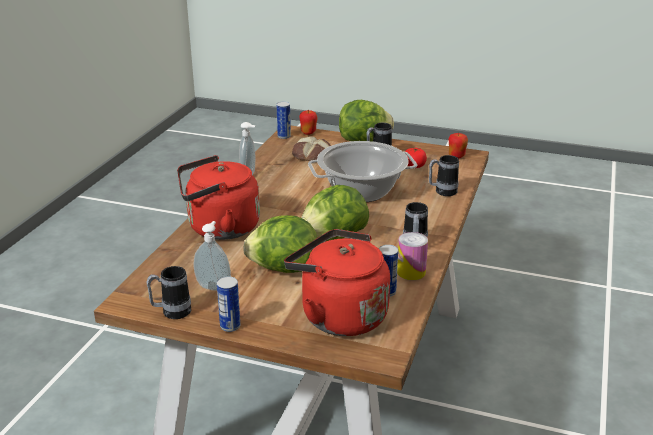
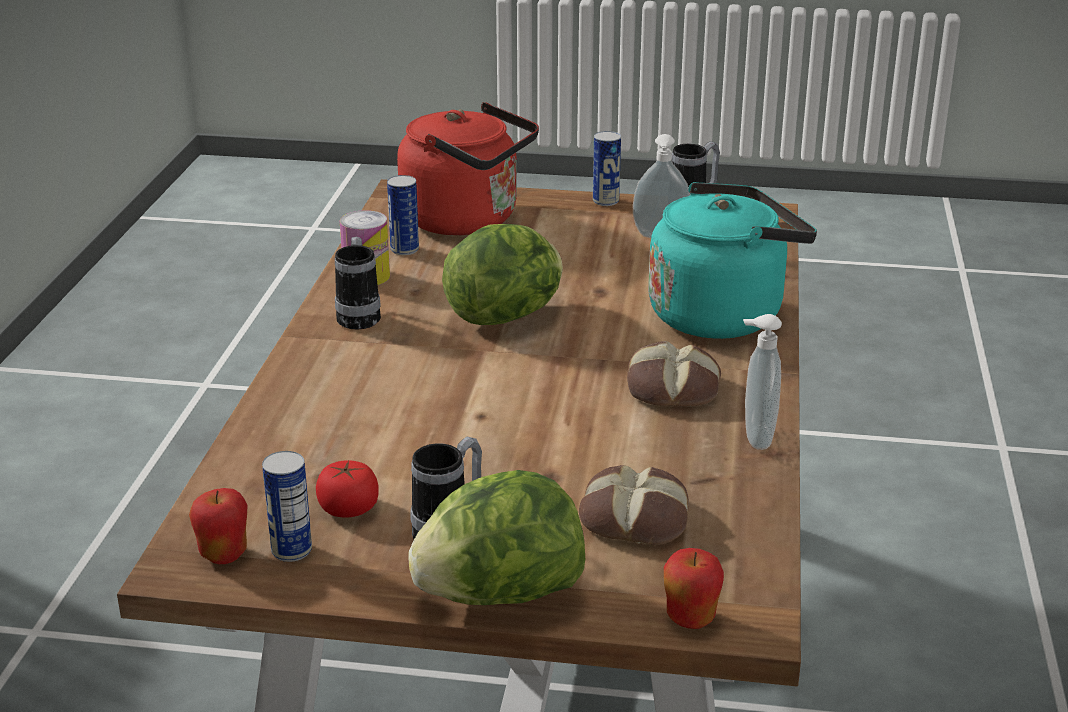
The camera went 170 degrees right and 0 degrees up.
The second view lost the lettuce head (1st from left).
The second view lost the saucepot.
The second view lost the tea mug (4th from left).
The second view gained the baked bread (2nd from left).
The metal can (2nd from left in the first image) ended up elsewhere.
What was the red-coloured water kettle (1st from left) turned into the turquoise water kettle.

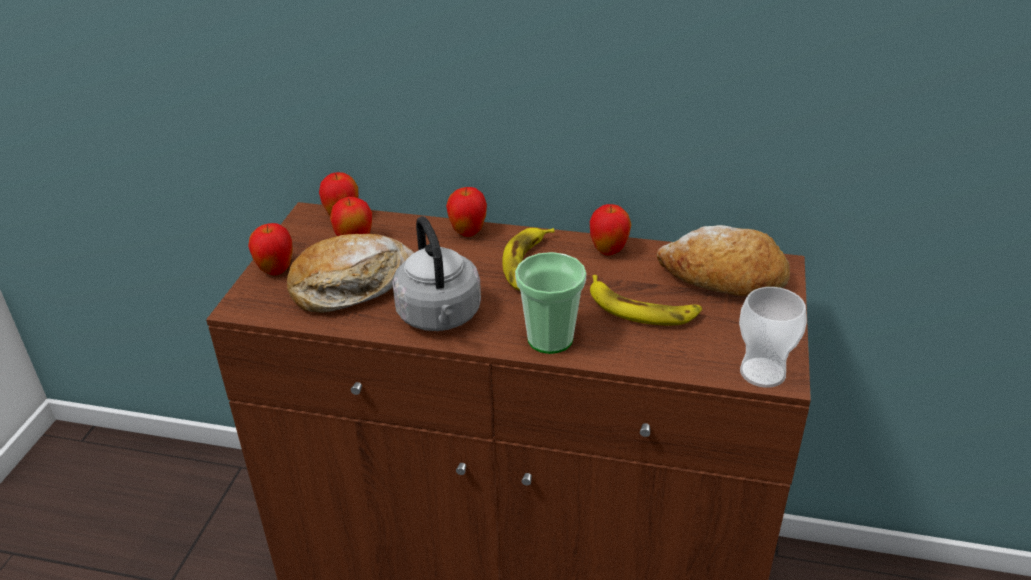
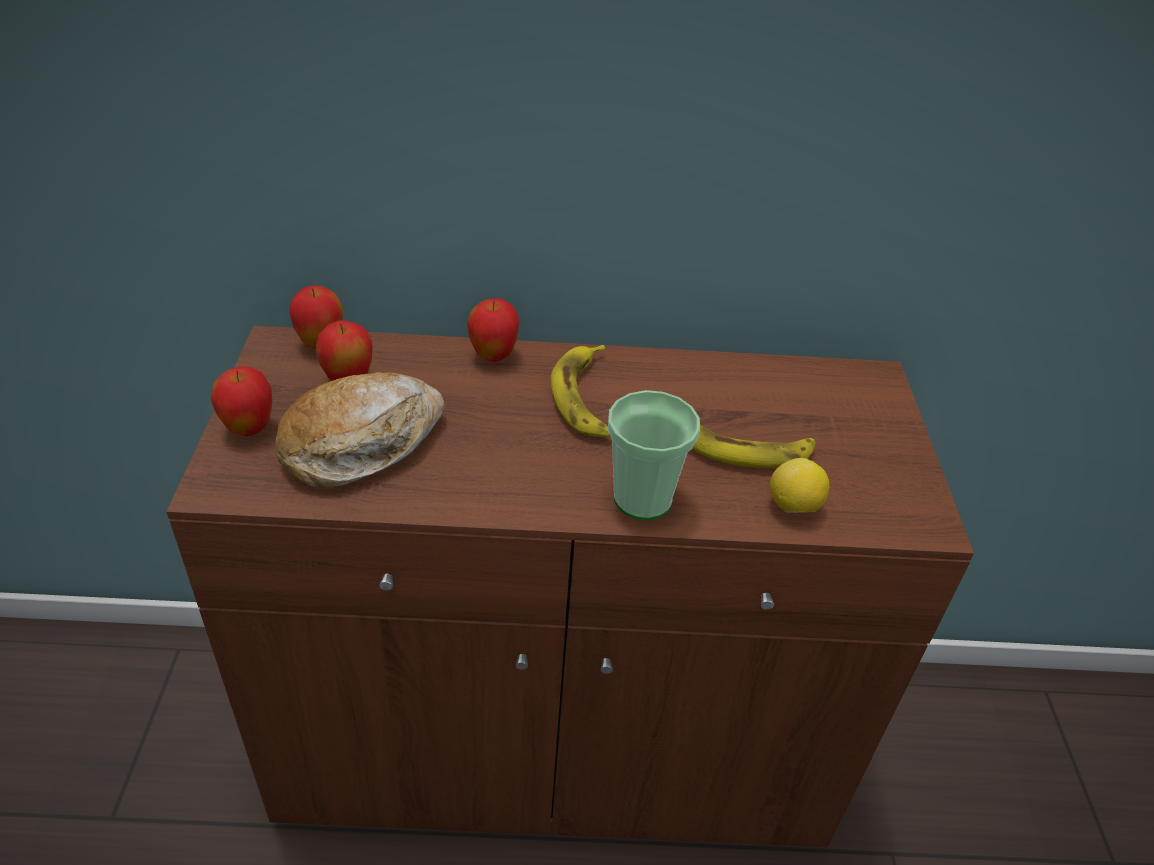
The camera went 15 degrees left and 5 degrees up.
The second view lost the grey water kettle.
The second view lost the apple (5th from left).
The second view lost the baked bread (2nd from left).
The second view lost the drinking cup (2nd from left).
The second view gained the lemon.

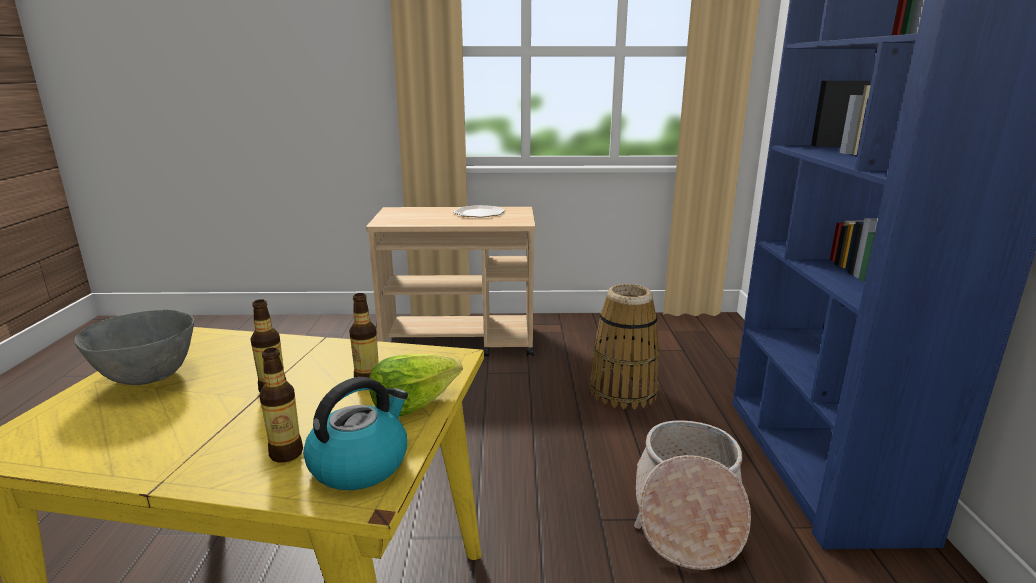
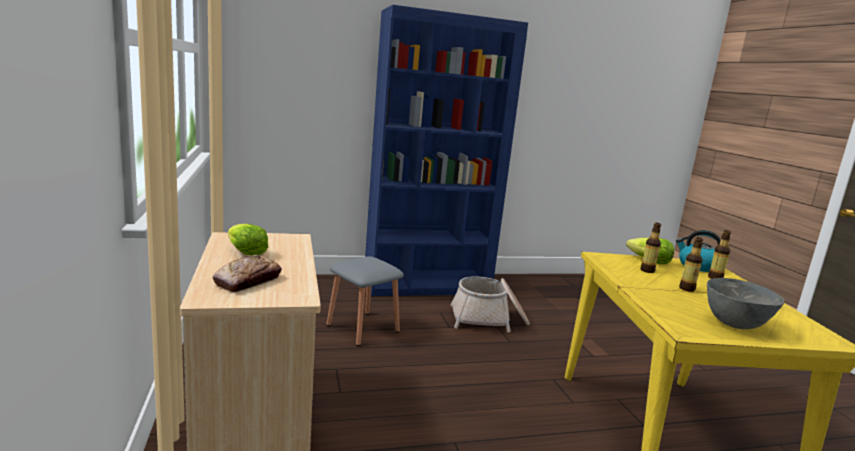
The camera went 105 degrees left and 5 degrees down.
The second view gained the baked bread.
Where the flat dish stood, the lettuce head (1st from left) came to stand.
Where the basket (1st from left) stood, the grey stool came to stand.

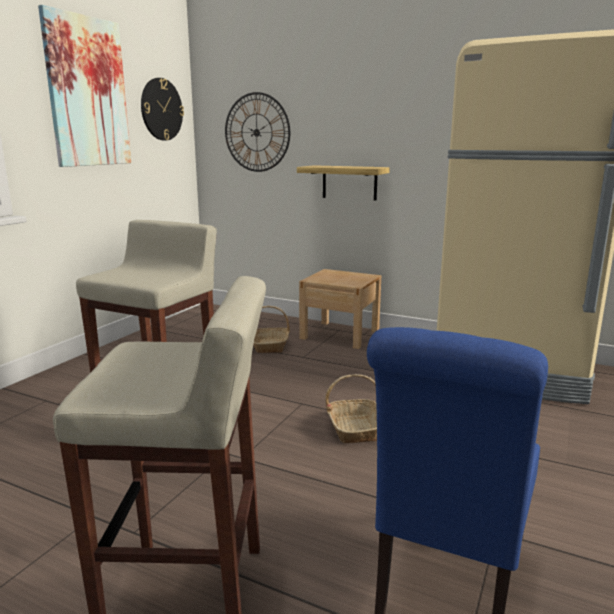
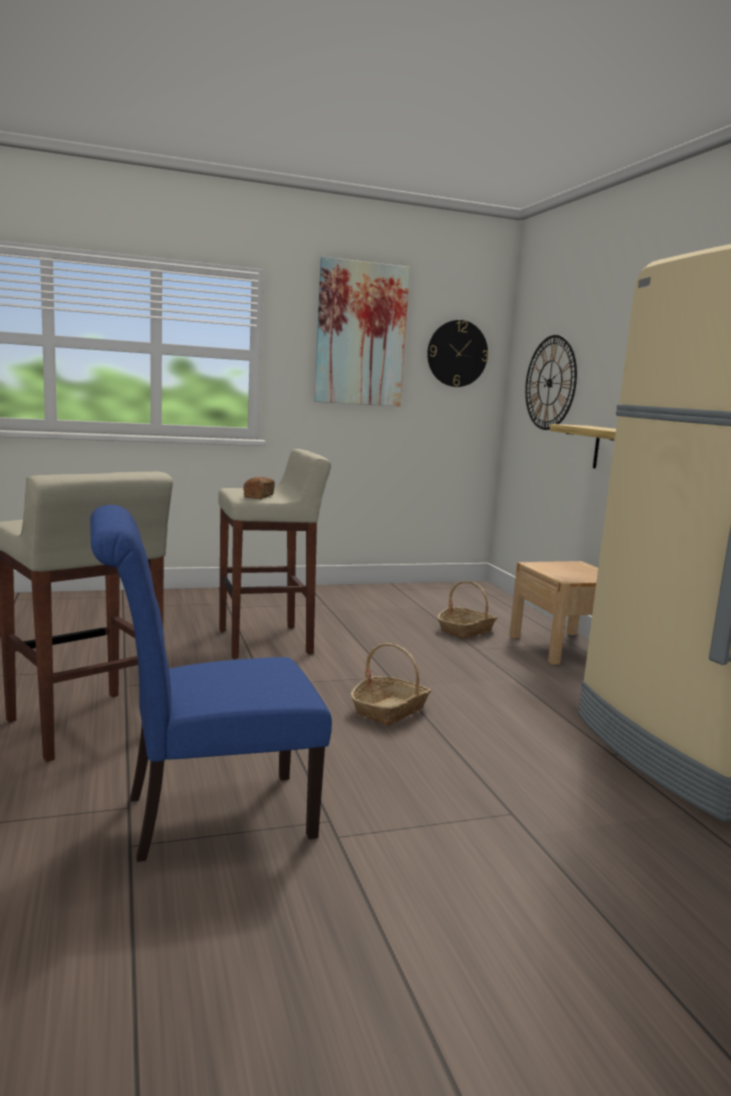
The camera went 45 degrees right and 5 degrees down.
The second view gained the baked bread.

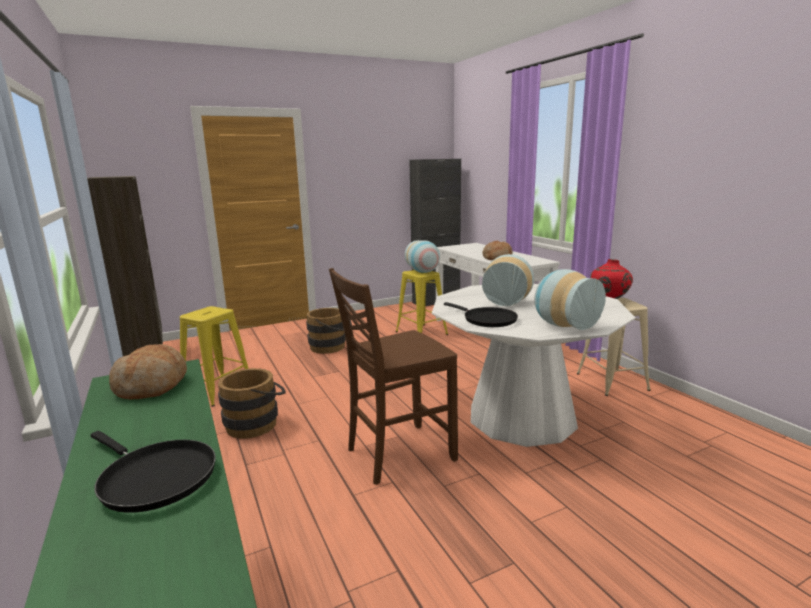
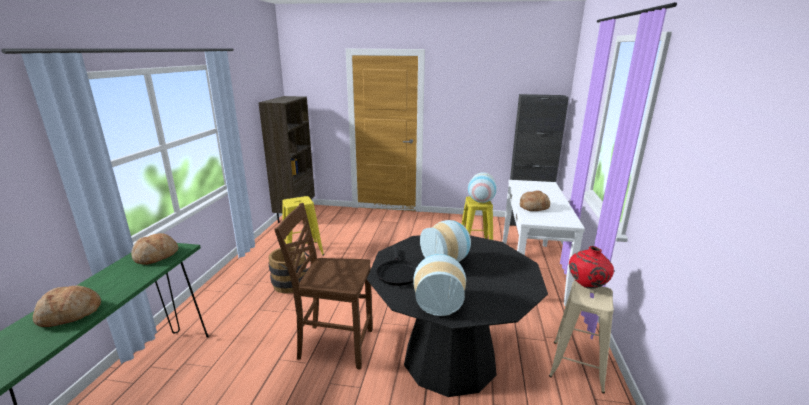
The camera went 35 degrees right and 5 degrees up.
The second view lost the brown water bucket (2nd from left).
Where the black skillet (1st from left) stood, the baked bread (1st from left) came to stand.
What was the white-coloured dinner table turned into the black dinner table.

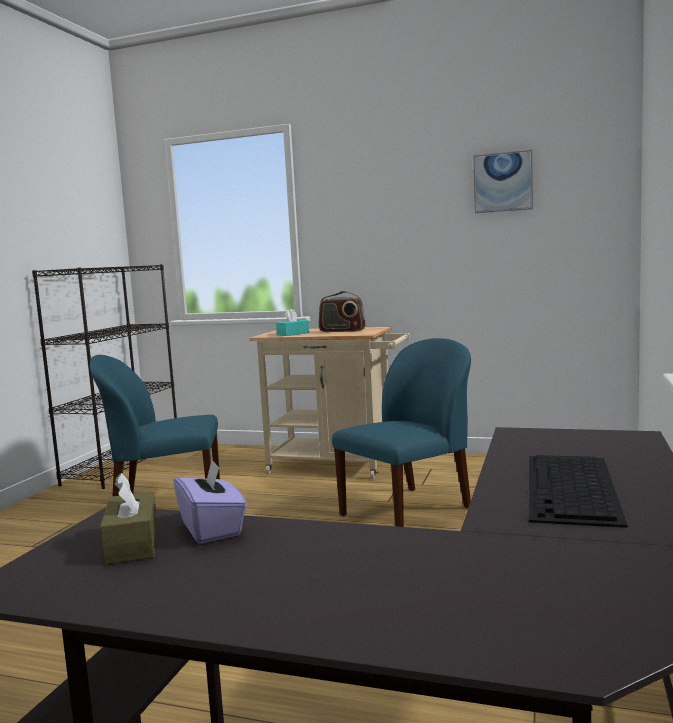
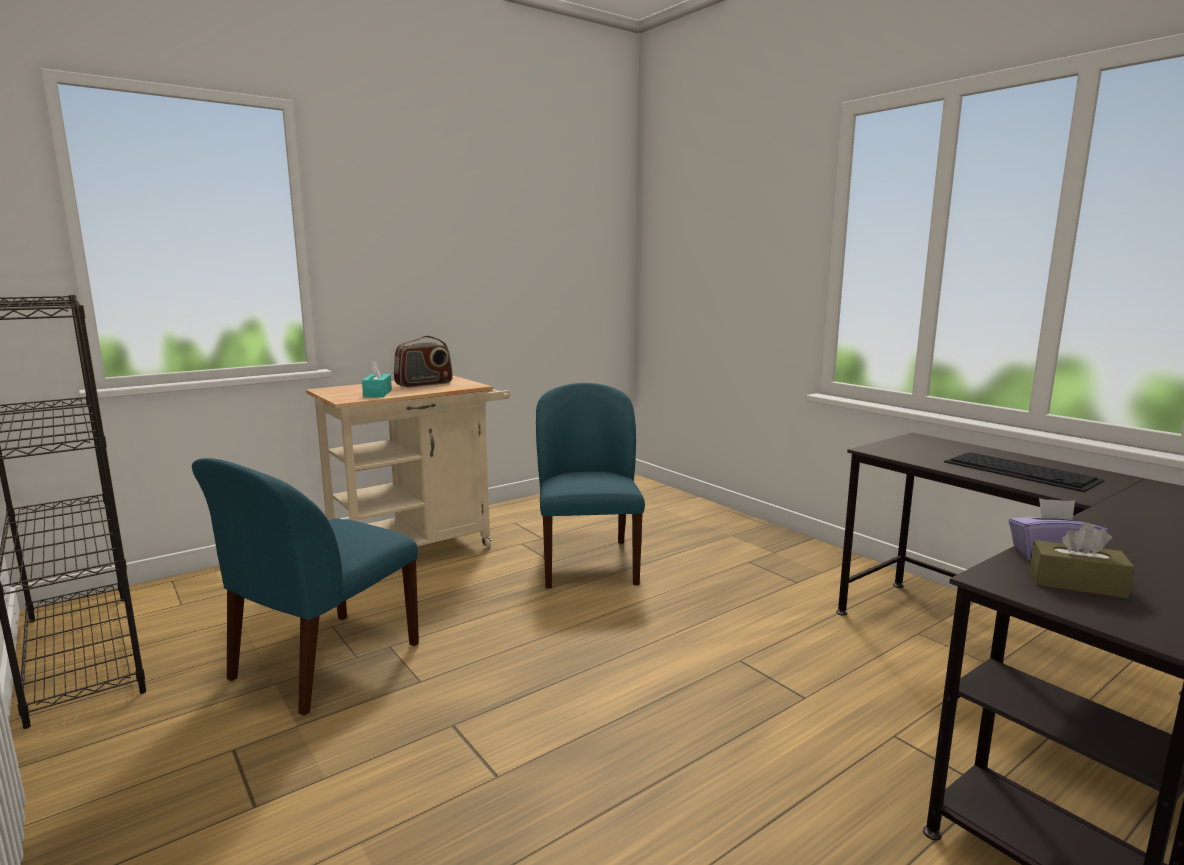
The camera went 55 degrees left and 5 degrees up.
The second view lost the wall picture.

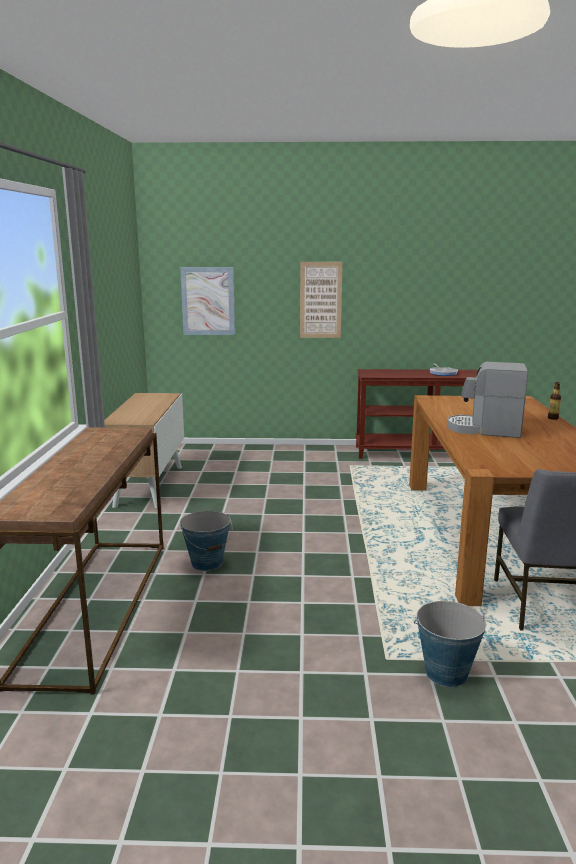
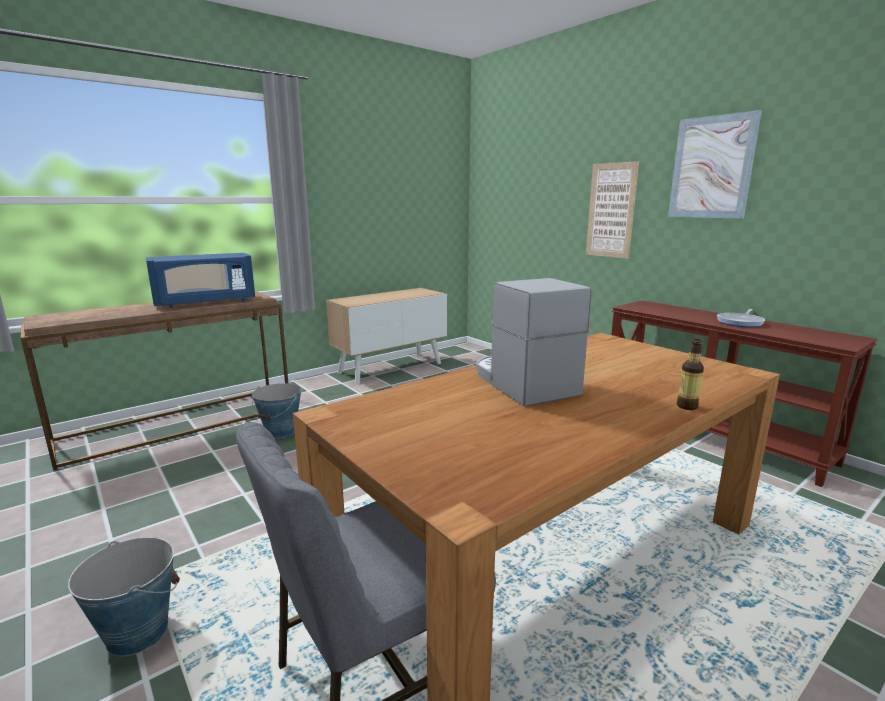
The camera went 50 degrees right and 0 degrees up.
The second view gained the blue-coloured kitchen microwave.
The wall picture (1st from left in the first image) ended up elsewhere.

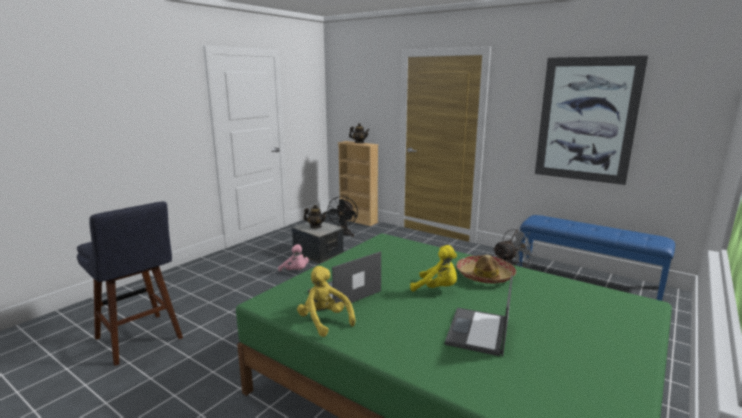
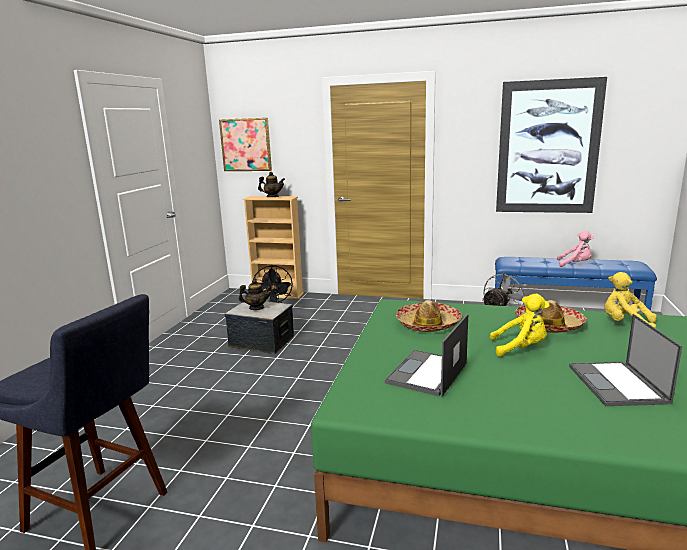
The camera went 20 degrees left and 0 degrees up.
The second view gained the wall picture (1st from left).
The second view gained the clothing hat (1st from left).
The pinkish plush toy ended up elsewhere.
The yellow plush toy (1st from left in the first image) ended up elsewhere.

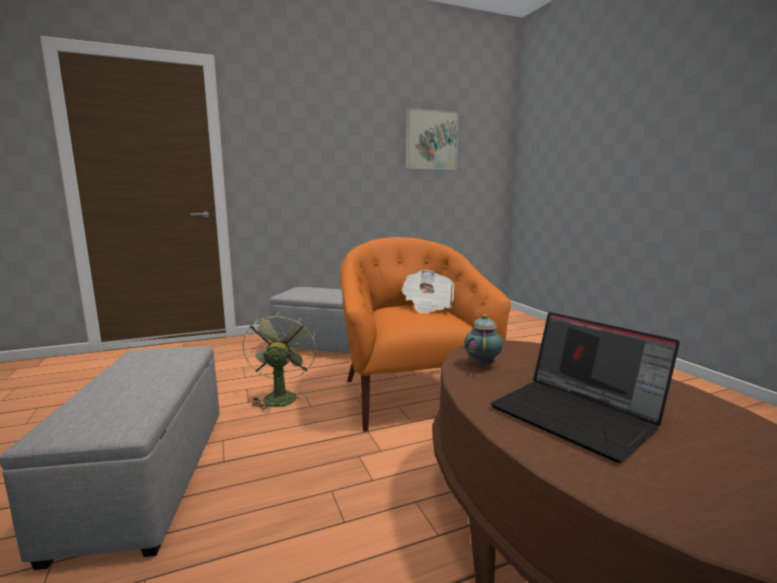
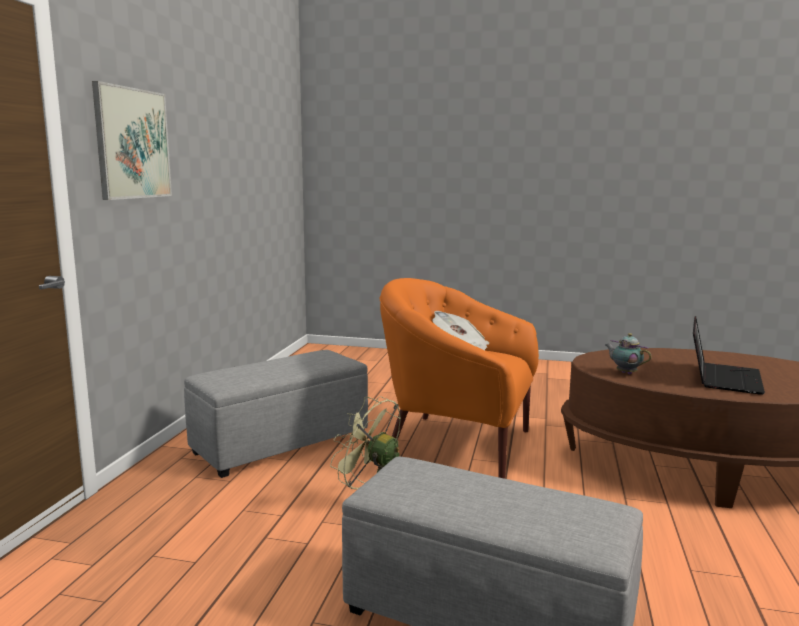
The camera went 55 degrees left and 0 degrees up.
The wall picture ended up elsewhere.
The notebook computer ended up facing another way, 60 degrees counterclockwise from before.

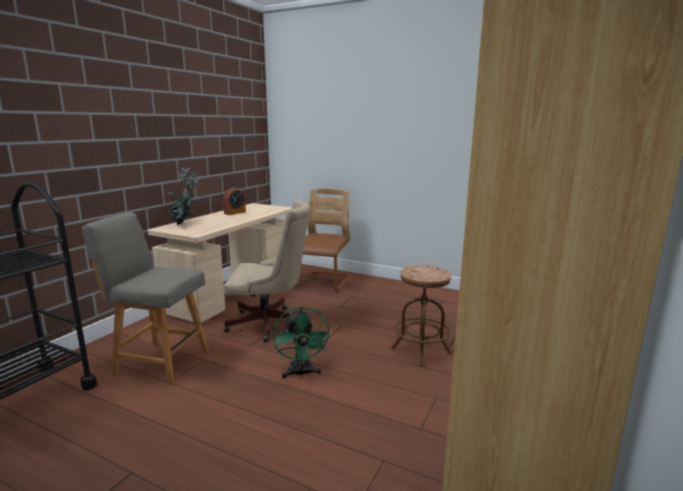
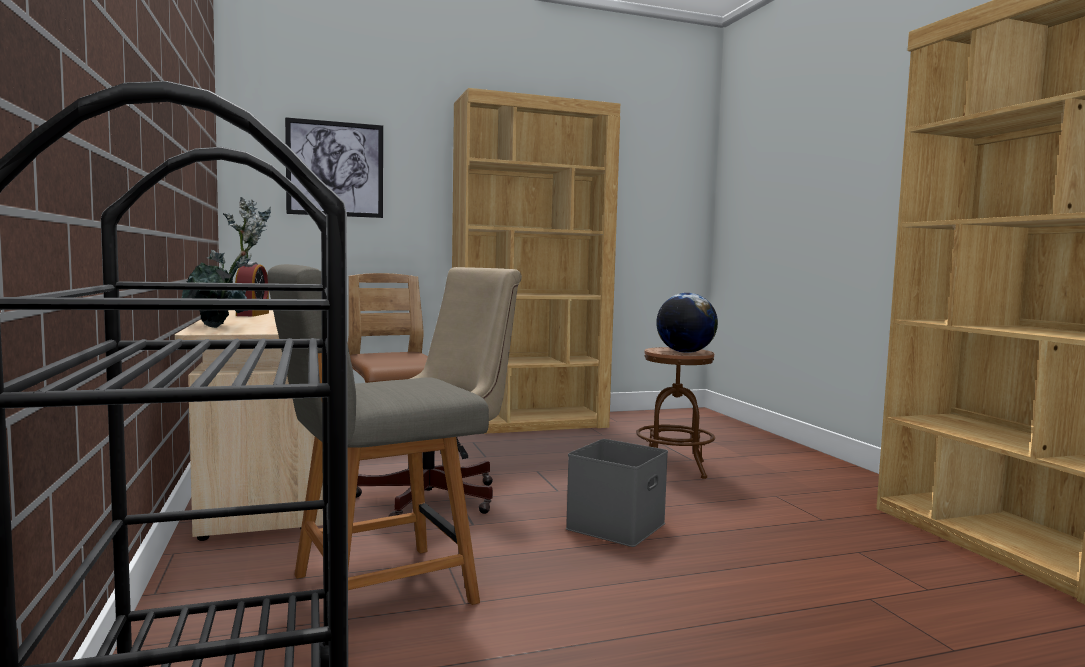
The camera went 45 degrees left and 10 degrees down.
The second view gained the wall picture.
The second view gained the brown bookcase (1st from left).
The second view gained the world globe.
Where the green-coloured cooling fan stood, the grey storage container came to stand.

